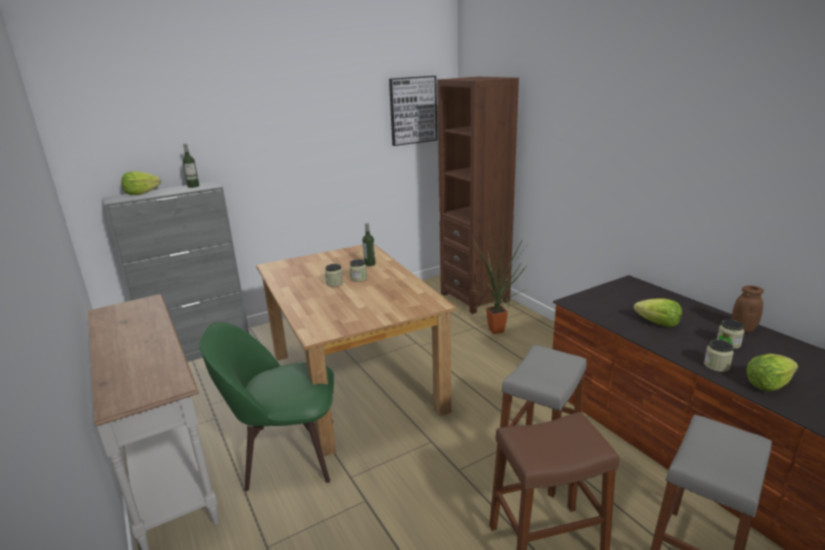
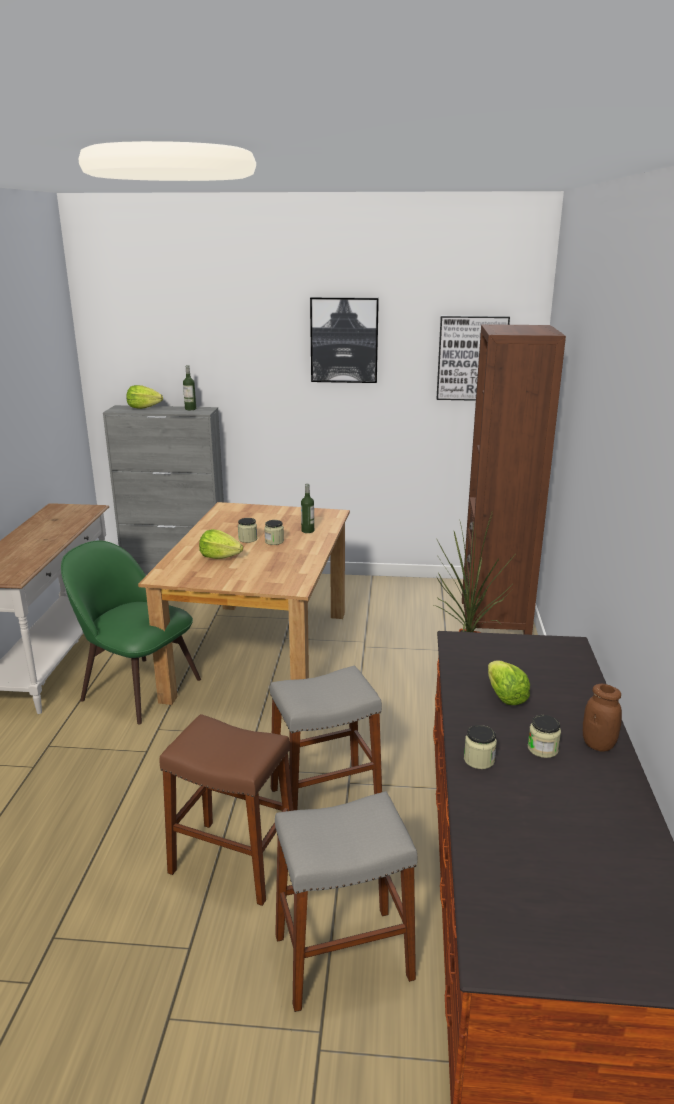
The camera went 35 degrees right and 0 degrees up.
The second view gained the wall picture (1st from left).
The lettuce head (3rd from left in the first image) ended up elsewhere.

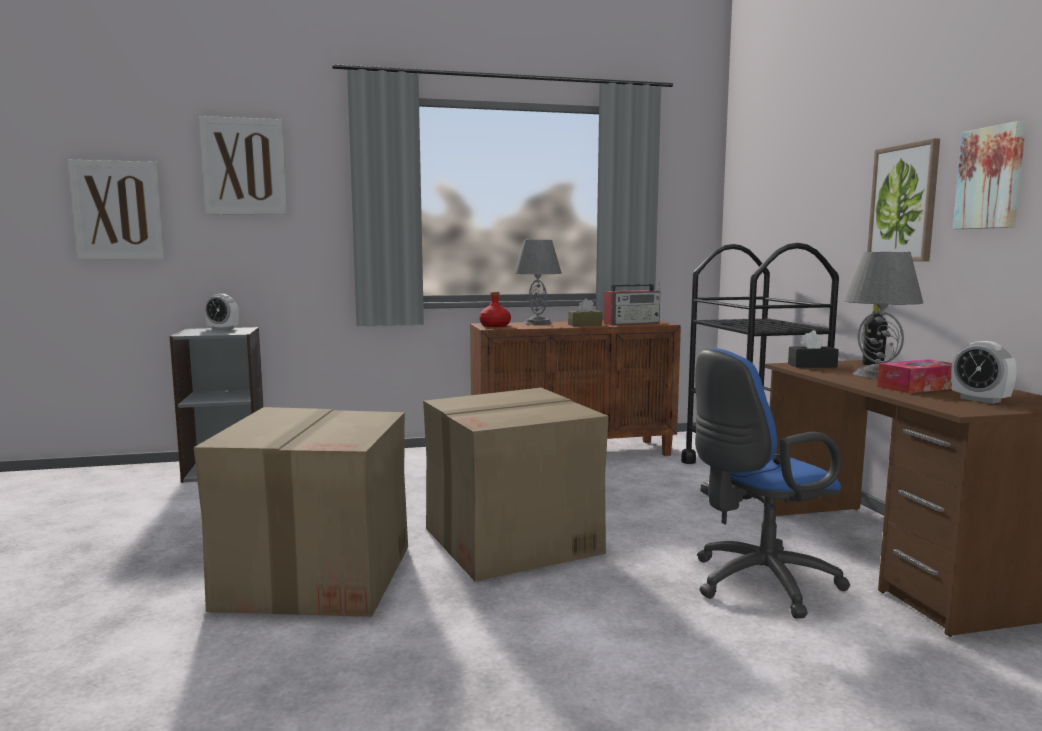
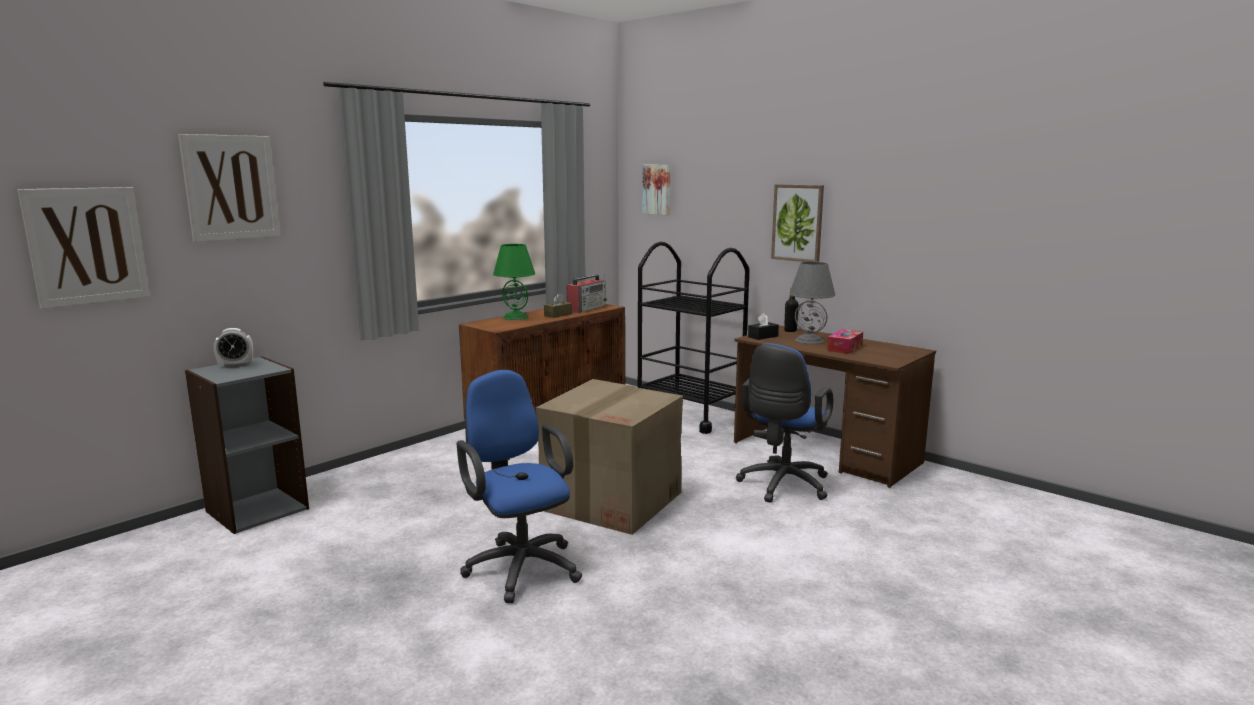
The camera went 35 degrees left and 5 degrees up.
The second view lost the red-coloured beverage bottle.
The second view lost the table clock (2nd from left).
The wall picture (4th from left in the first image) ended up elsewhere.
Where the carton (1st from left) stood, the blue-coloured desk chair (1st from left) came to stand.
What was the grey tabletop lamp (1st from left) turned into the green-coloured tabletop lamp.

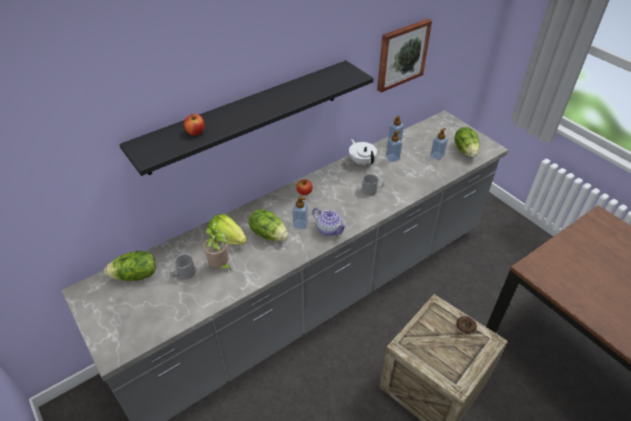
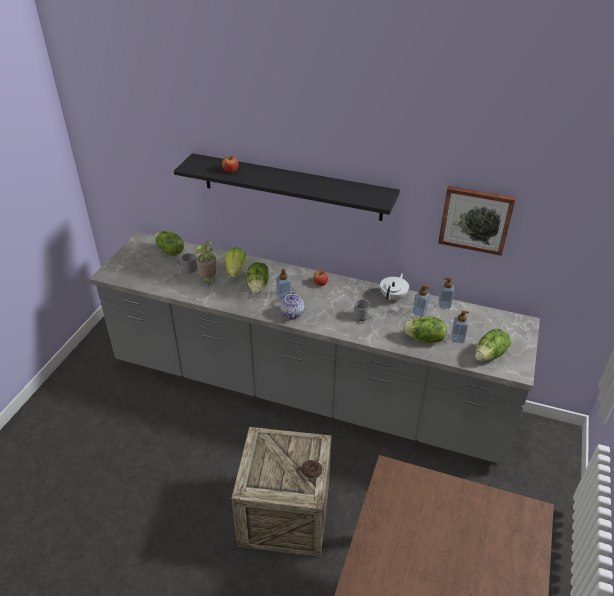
The camera went 55 degrees right and 5 degrees down.
The second view gained the lettuce head (4th from left).

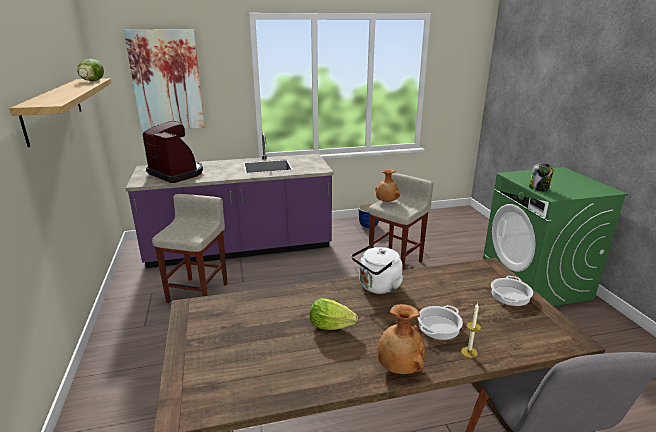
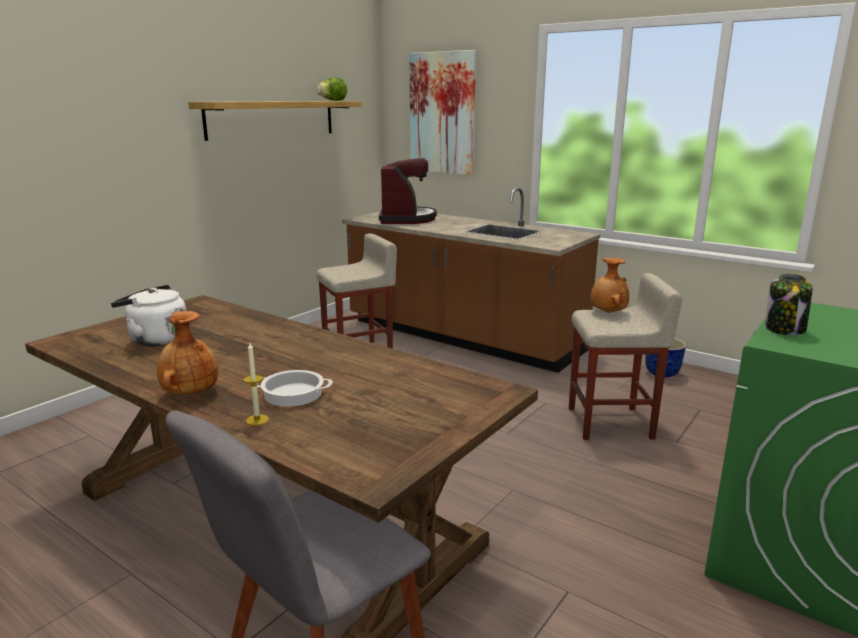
The camera went 50 degrees right and 5 degrees down.
The second view lost the lettuce head (2nd from left).
The second view lost the saucepot (2nd from left).
The white-coloured water kettle ended up elsewhere.
What was the purple kitchen base unit turned into the brown kitchen base unit.

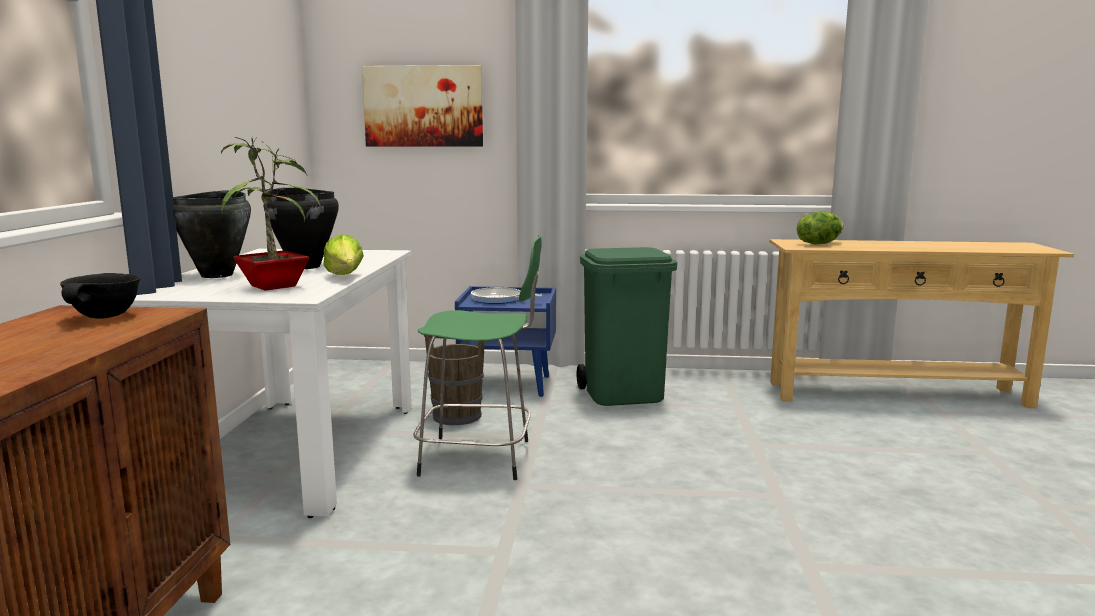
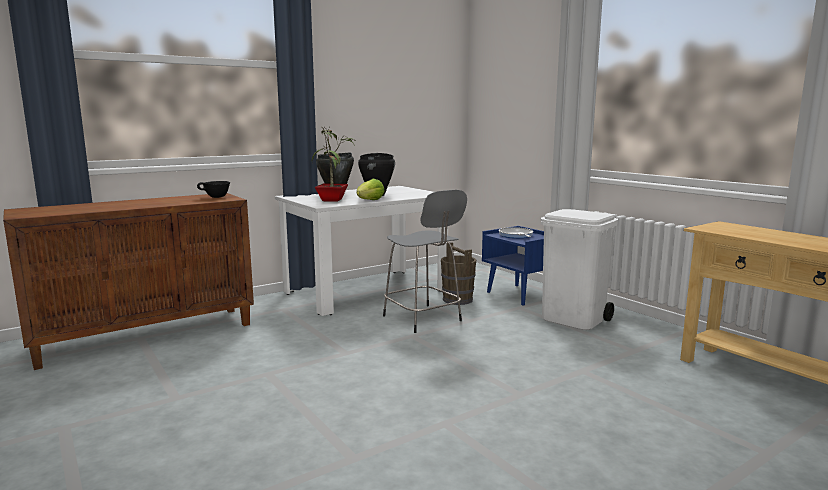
The camera went 50 degrees right and 0 degrees up.
The second view lost the wall picture.
The second view lost the lettuce head (2nd from left).
What was the green-coloured stool turned into the grey stool.
What was the green-coloured waste bin turned into the white-coloured waste bin.

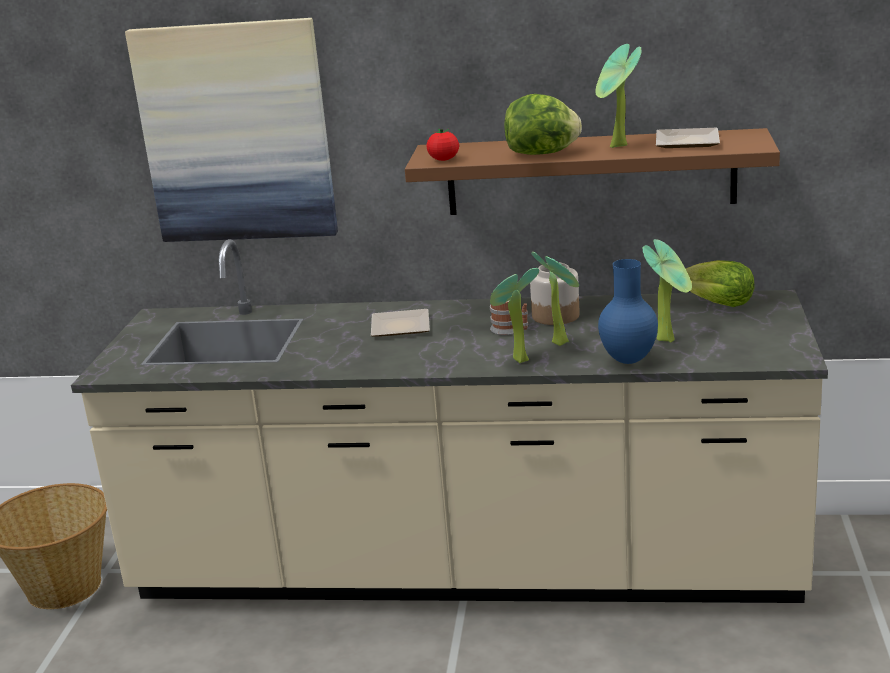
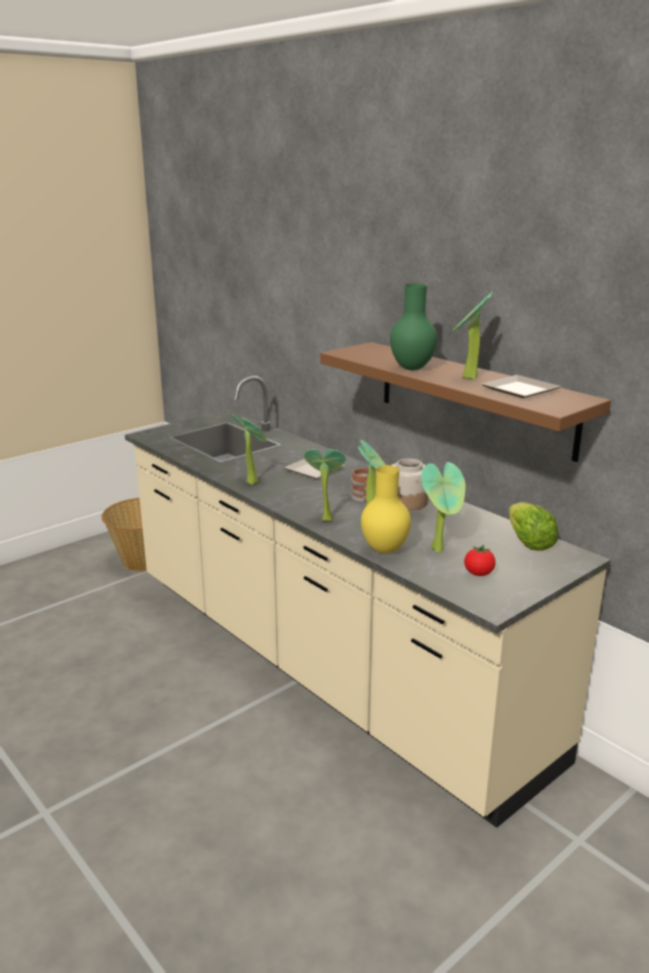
The camera went 40 degrees right and 0 degrees up.
The second view lost the wall picture.
The second view gained the potted plant (1st from left).
The tomato ended up elsewhere.
Where the lettuce head (1st from left) stood, the green-coloured decorative vase came to stand.
What was the blue-coloured decorative vase turned into the yellow decorative vase.

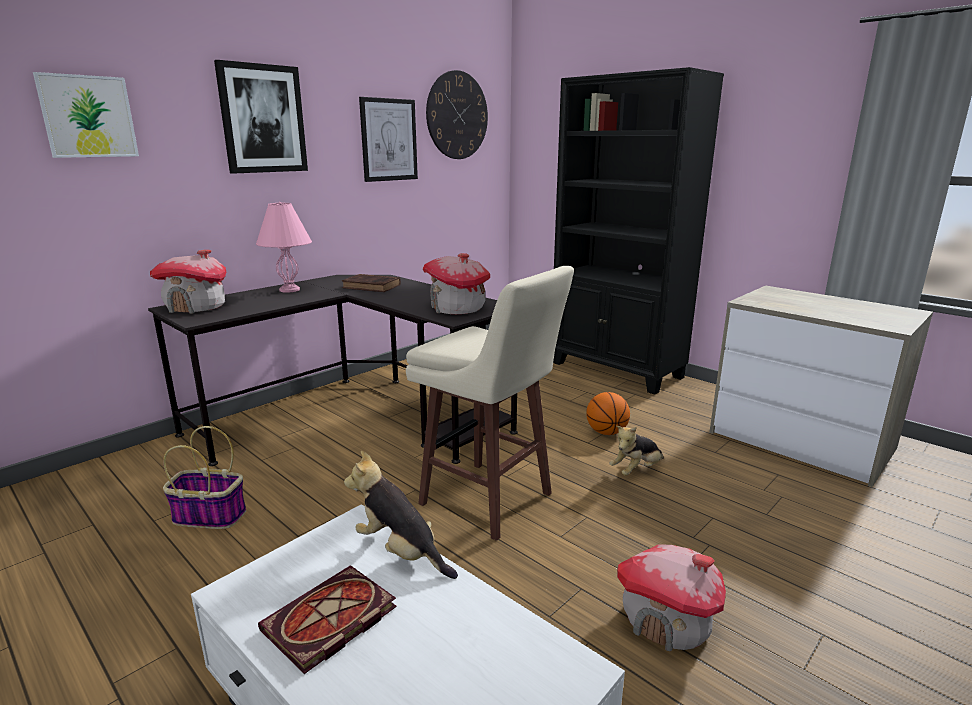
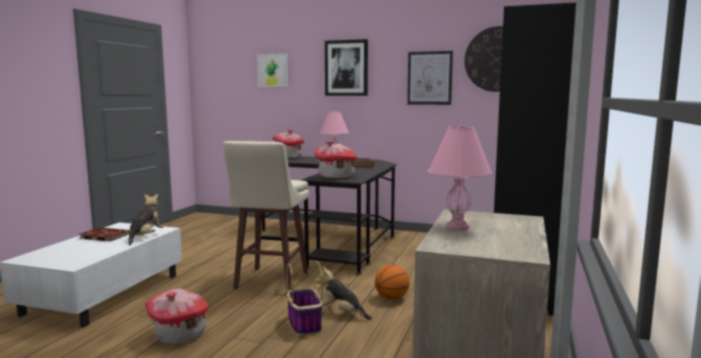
The camera went 65 degrees right and 10 degrees down.
The second view gained the pinkish tabletop lamp (2nd from left).
The basket ended up elsewhere.

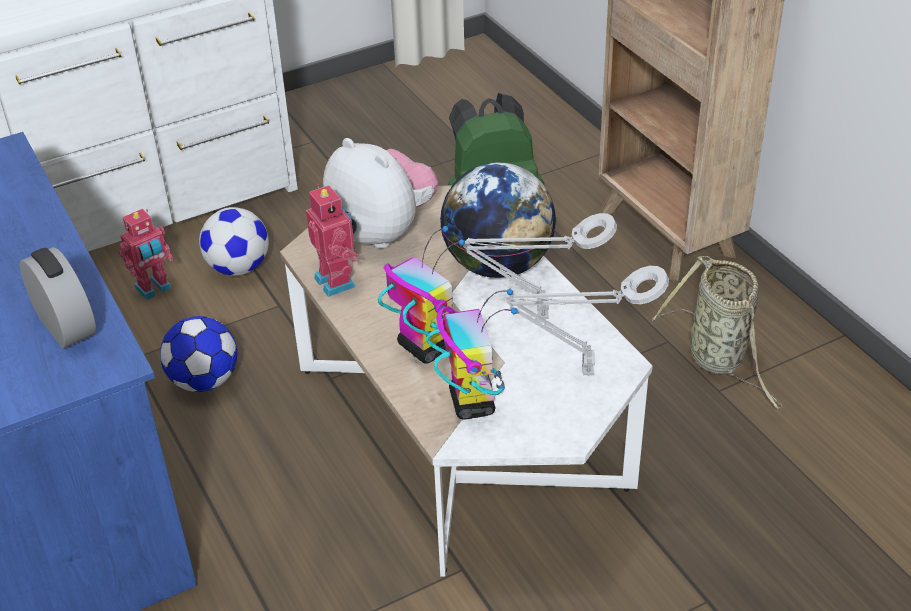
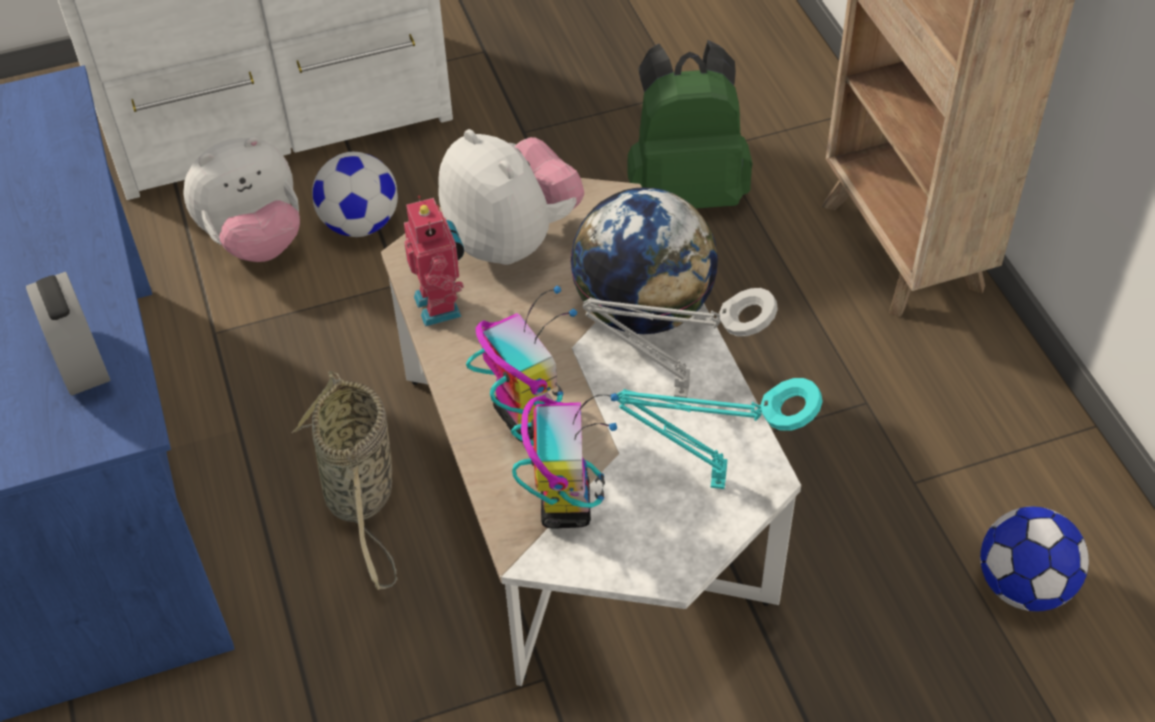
The camera went 10 degrees right and 10 degrees up.
The football ball (1st from left in the first image) ended up elsewhere.
The basket ended up elsewhere.
Where the toy robot (1st from left) stood, the plush toy (1st from left) came to stand.
What was the grey tabletop lamp (2nd from left) turned into the turquoise tabletop lamp.

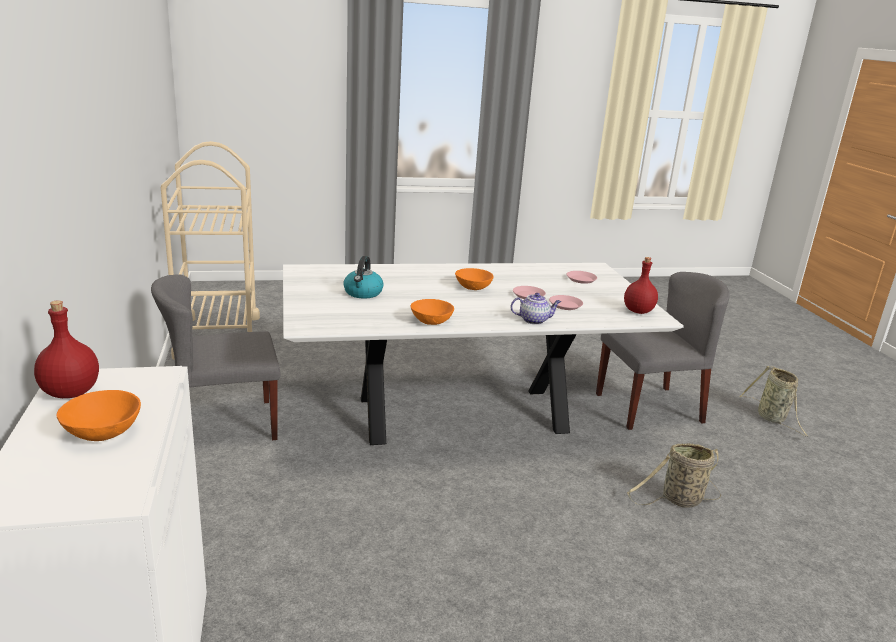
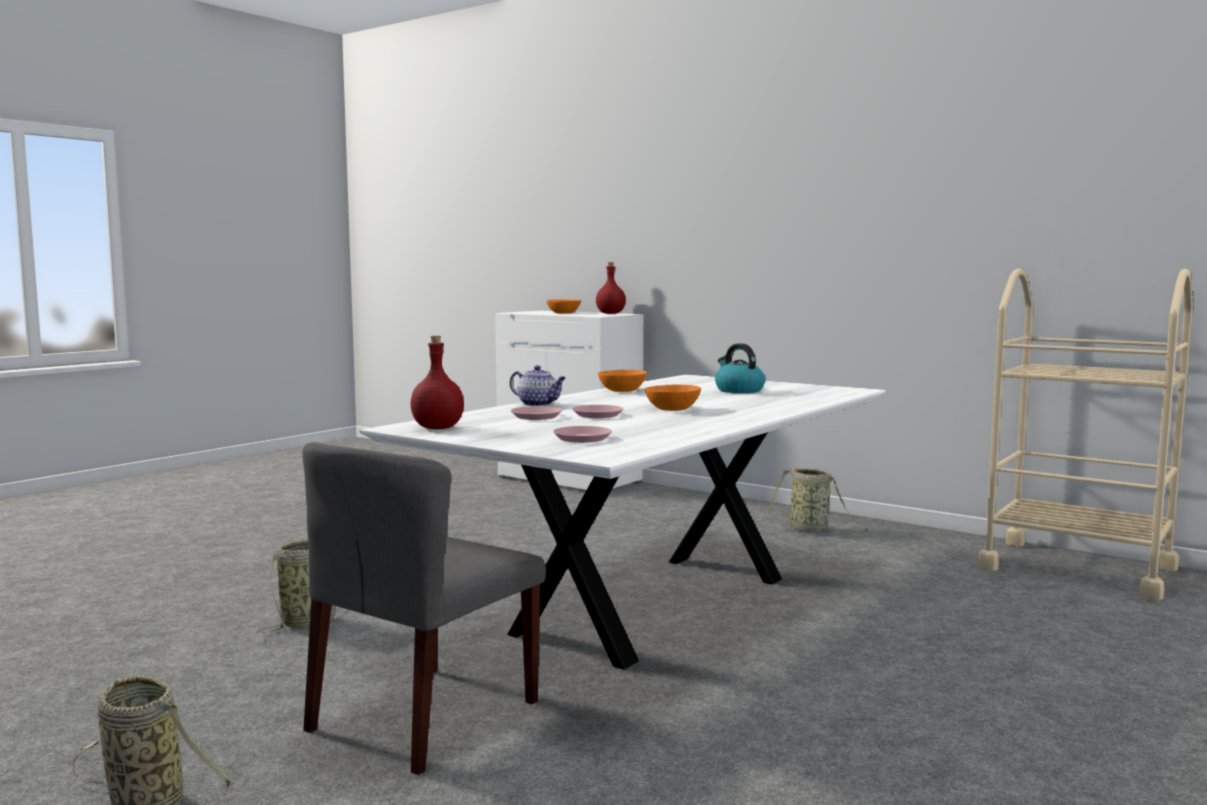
The camera went 140 degrees right and 15 degrees down.
Where the grey chair (1st from left) stood, the basket (3rd from left) came to stand.
The teapot ended up facing another way, 105 degrees counterclockwise from before.

